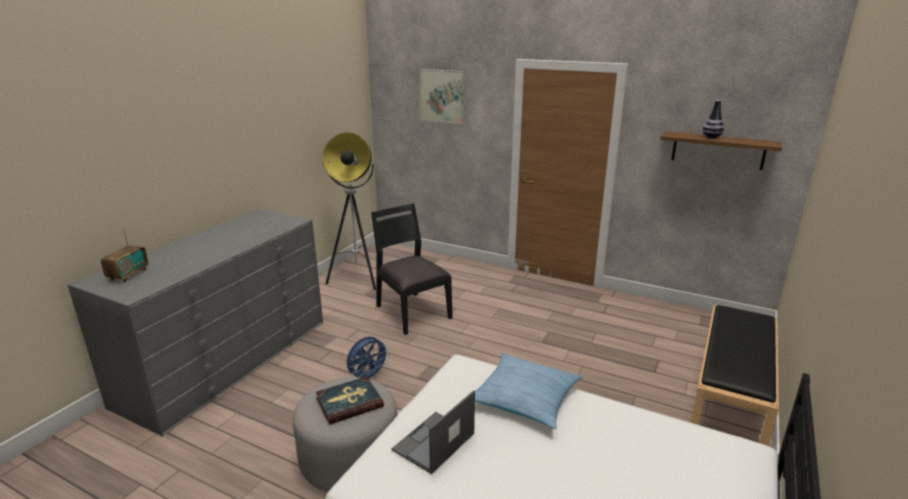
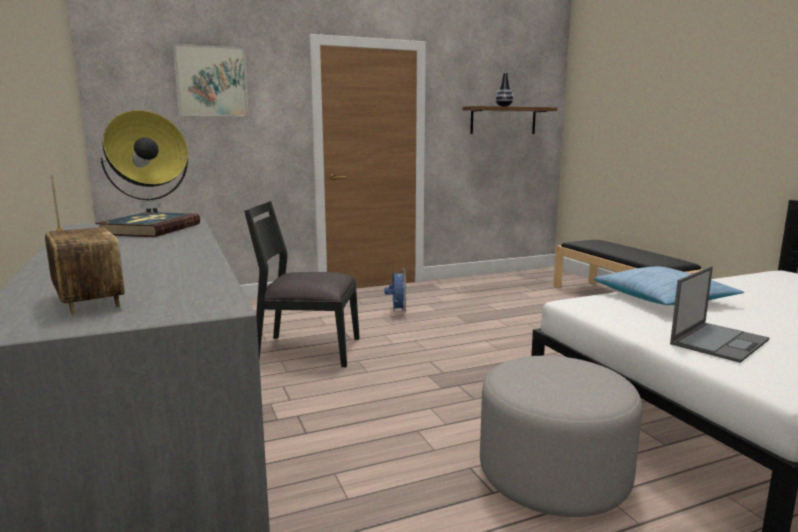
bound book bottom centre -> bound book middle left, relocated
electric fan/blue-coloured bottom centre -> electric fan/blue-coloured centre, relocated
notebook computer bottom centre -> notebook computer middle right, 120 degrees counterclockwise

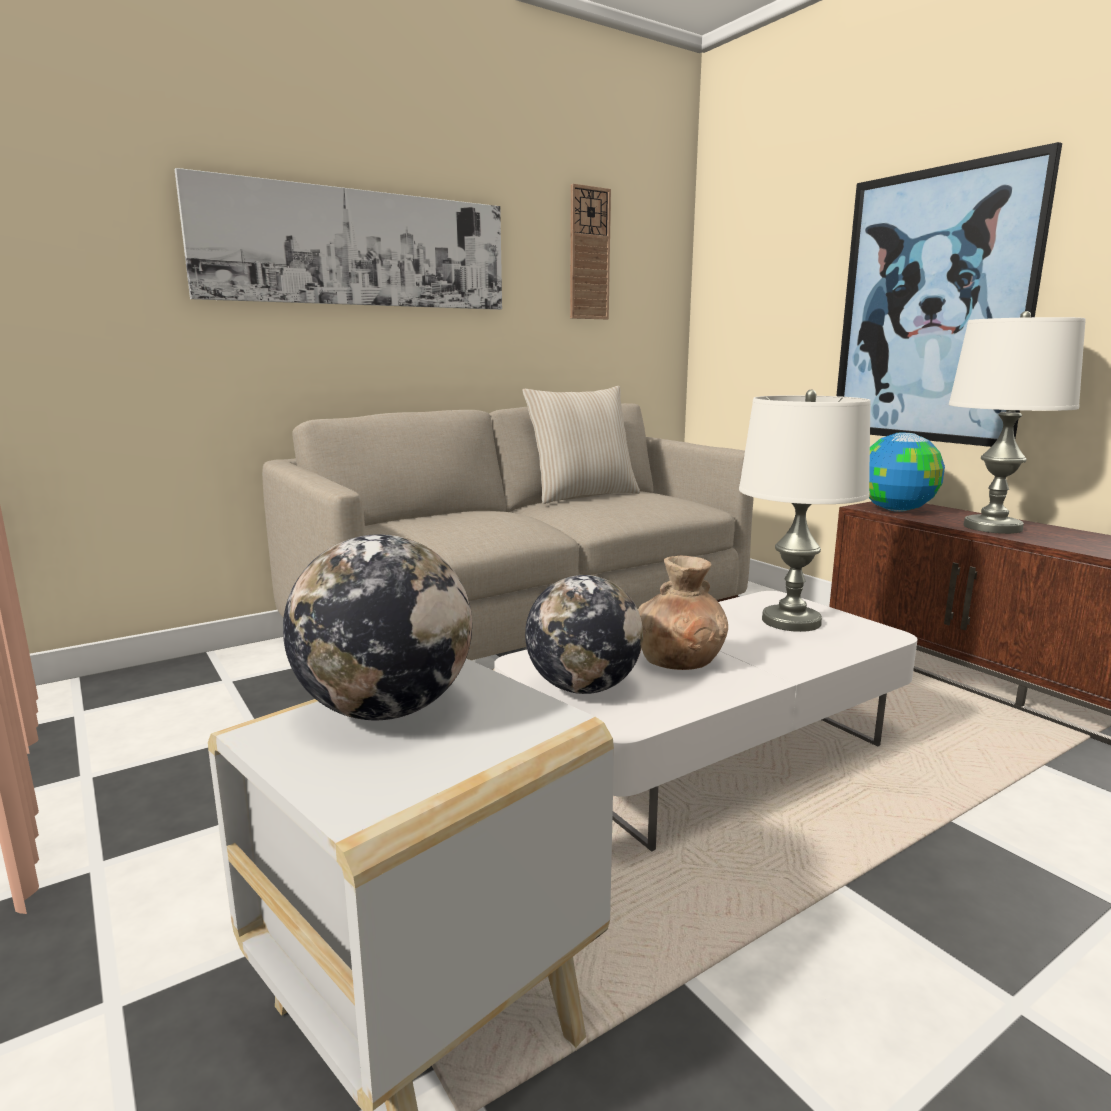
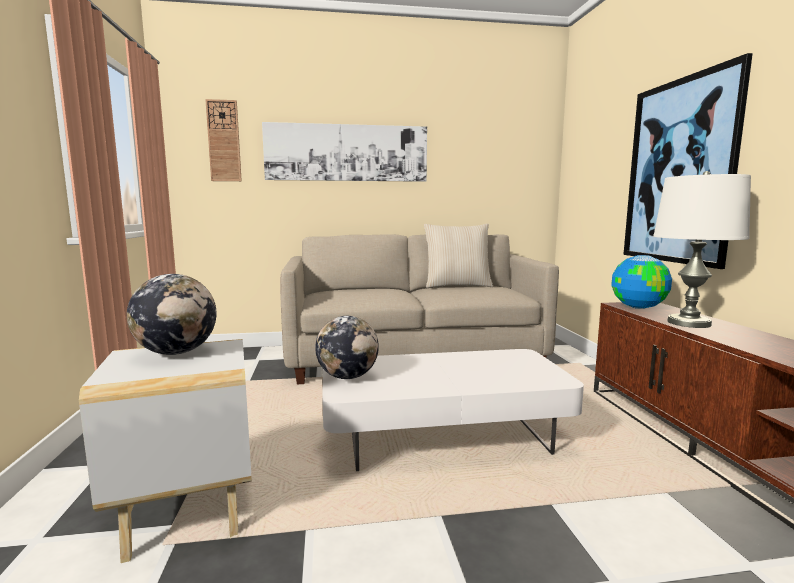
wall clock top centre -> wall clock top left, relocated
decorative vase/brown-coloured centre -> none
lamp for a table/whitish (no. 1 from left) middle right -> none

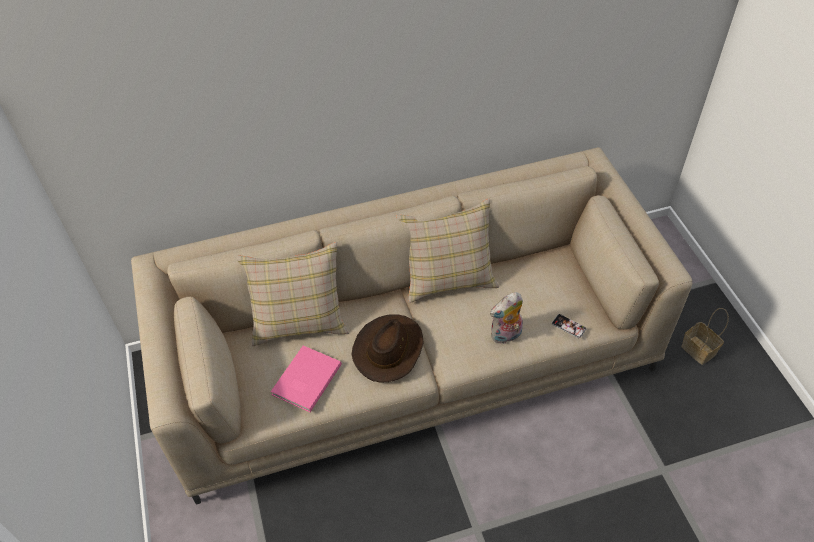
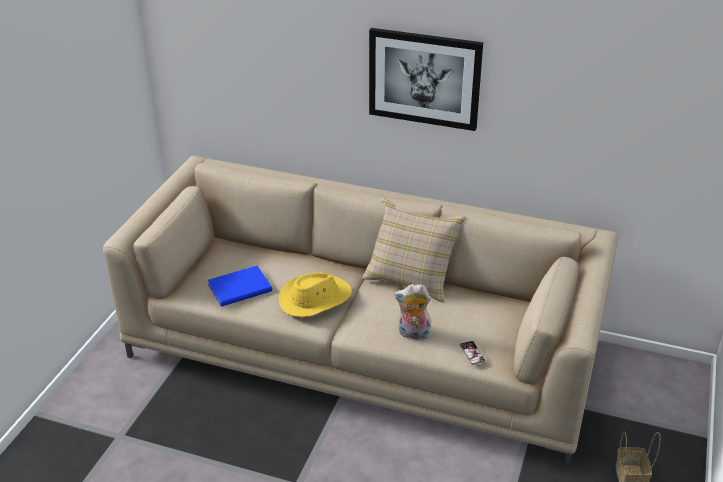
throw pillow/beige-coloured (no. 1 from left) centre -> none
bound book/pink-coloured bottom centre -> bound book/blue-coloured middle left
hat/brown-coloured centre -> hat/yellowish centre
none -> picture top centre

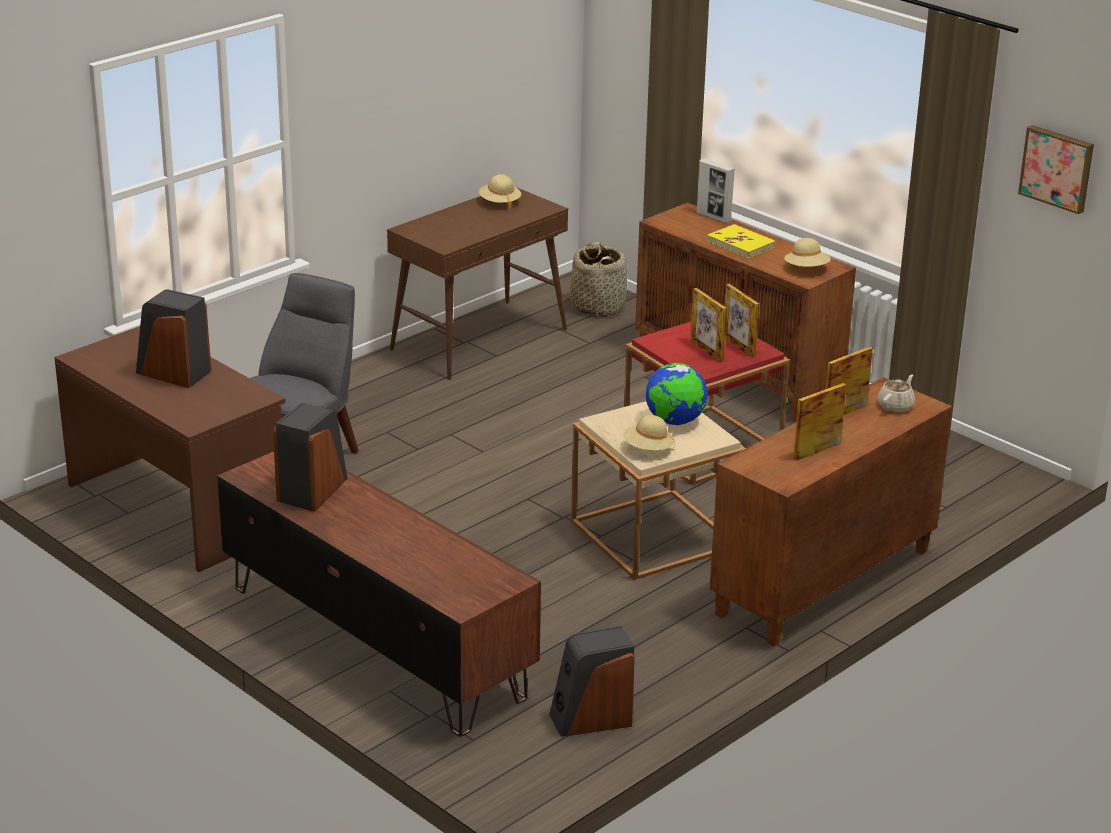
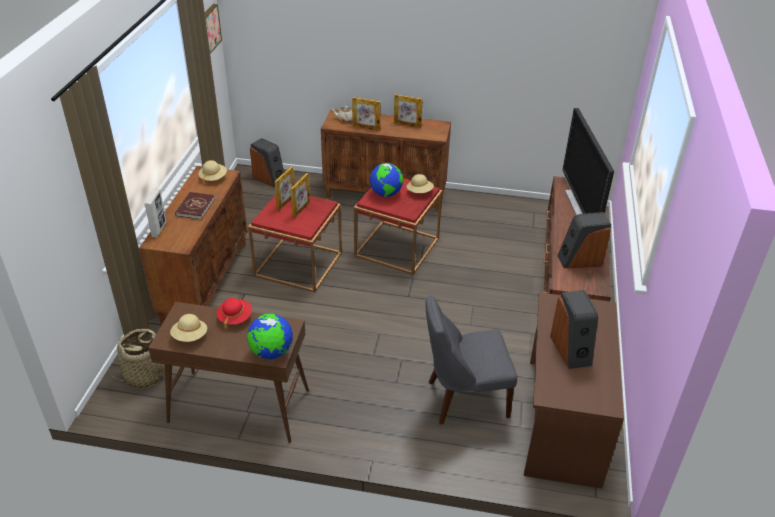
loudspeaker (no. 3 from left in the first image) bottom centre -> loudspeaker (no. 1 from left) top centre, relocated
end table/beige-coloured centre -> end table/red (no. 2 from left) centre
bound book/yellowish top right -> bound book/red middle left
none -> hat/red middle left
none -> world globe (no. 1 from left) centre
none -> television top right

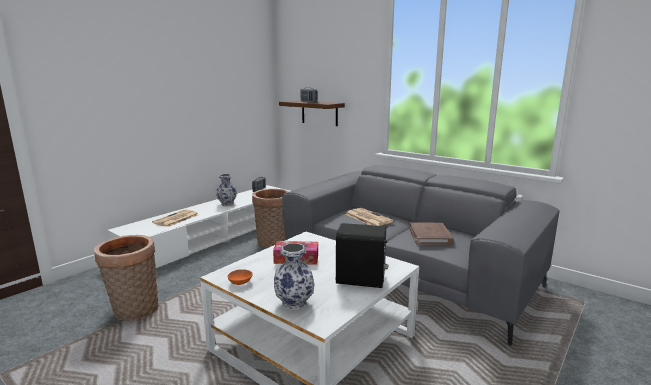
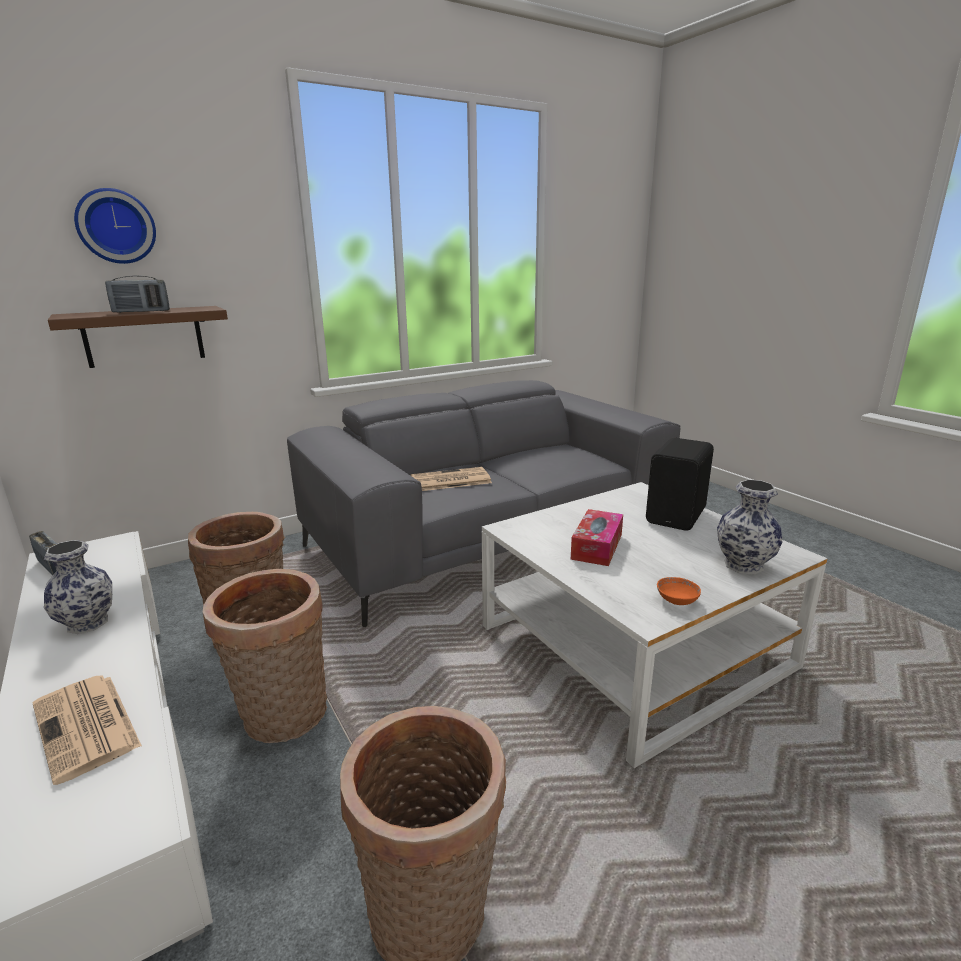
bound book/brown-coloured centre -> none
none -> wall clock top left
none -> household basket (no. 2 from left) bottom left

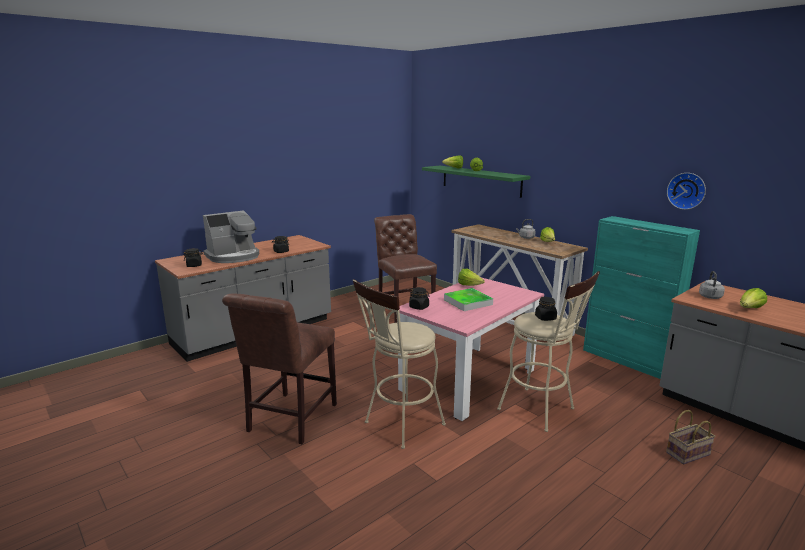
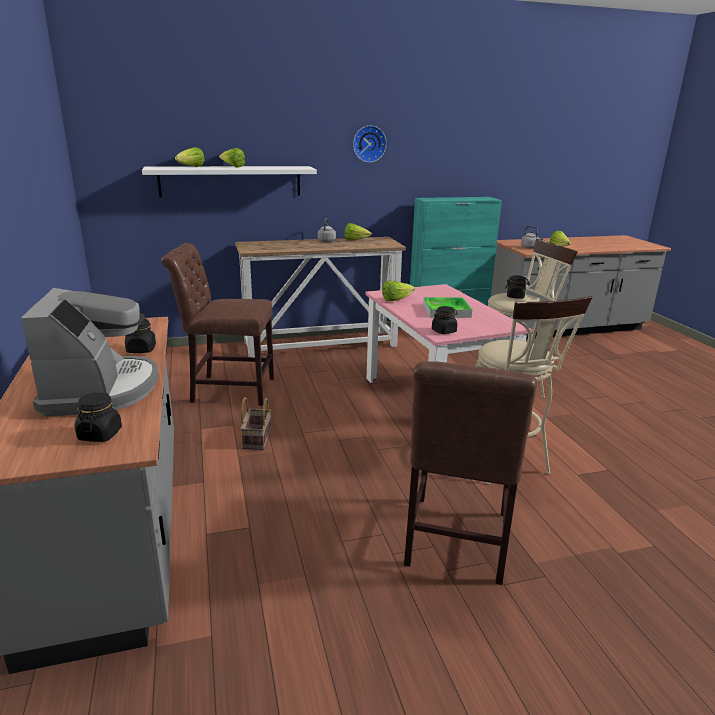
upright chair/brown-coloured (no. 1 from left in the first image) bottom centre -> upright chair/brown-coloured (no. 2 from left) centre, 60 degrees clockwise
wall shelf/green top centre -> wall shelf/whitish top left
household basket bottom right -> household basket centre, relocated
wall clock middle right -> wall clock top centre, relocated

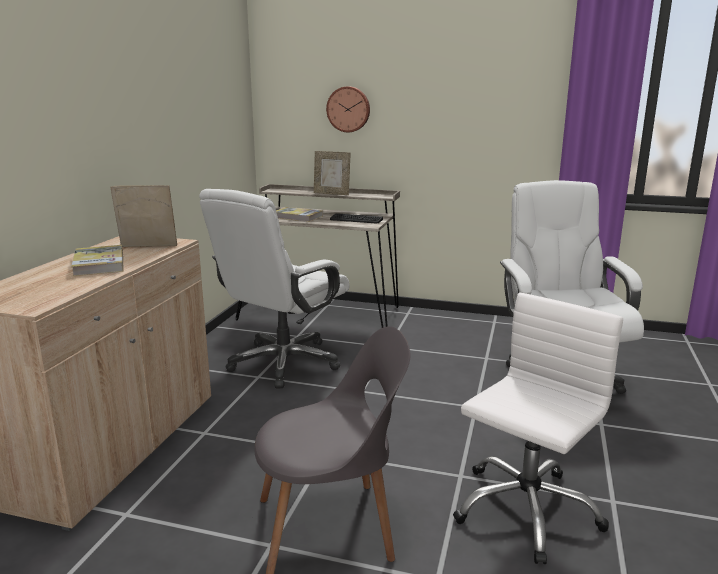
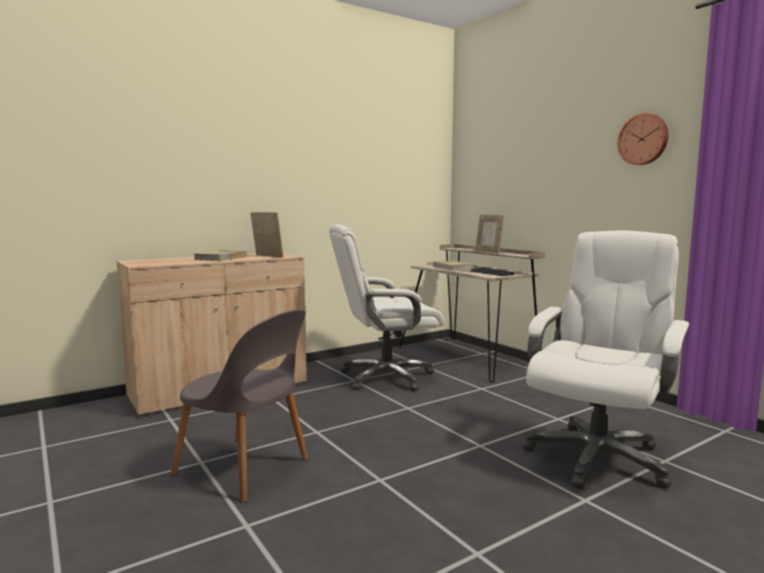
wall clock top centre -> wall clock top right, relocated
computer chair/whitish (no. 2 from left) bottom right -> none

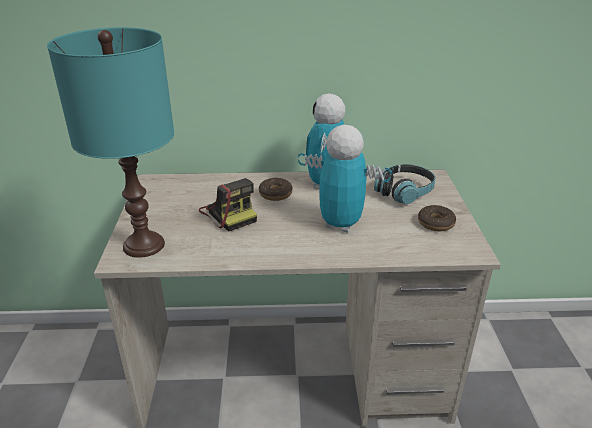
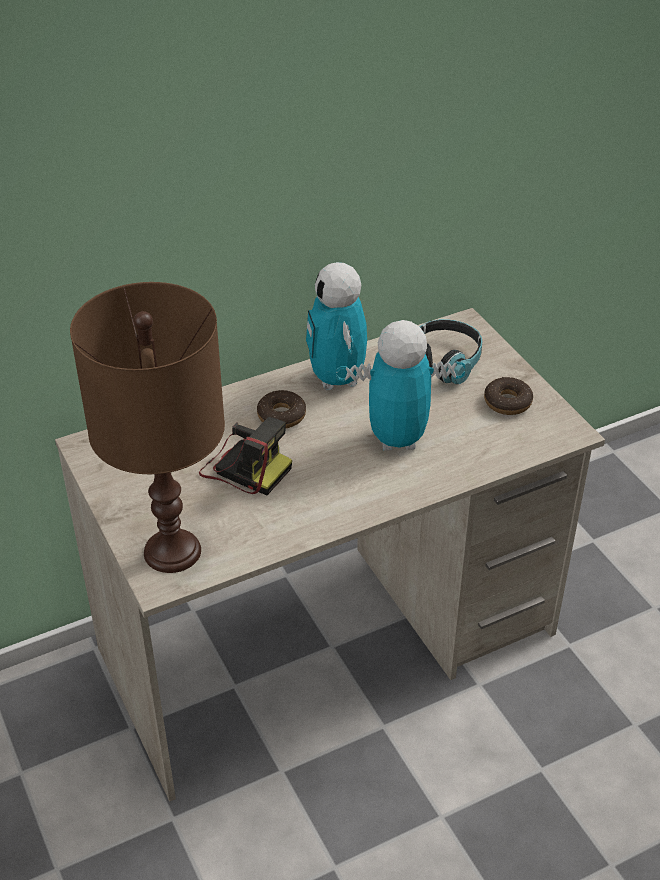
lamp for a table/turquoise-coloured top left -> lamp for a table/brown-coloured middle left

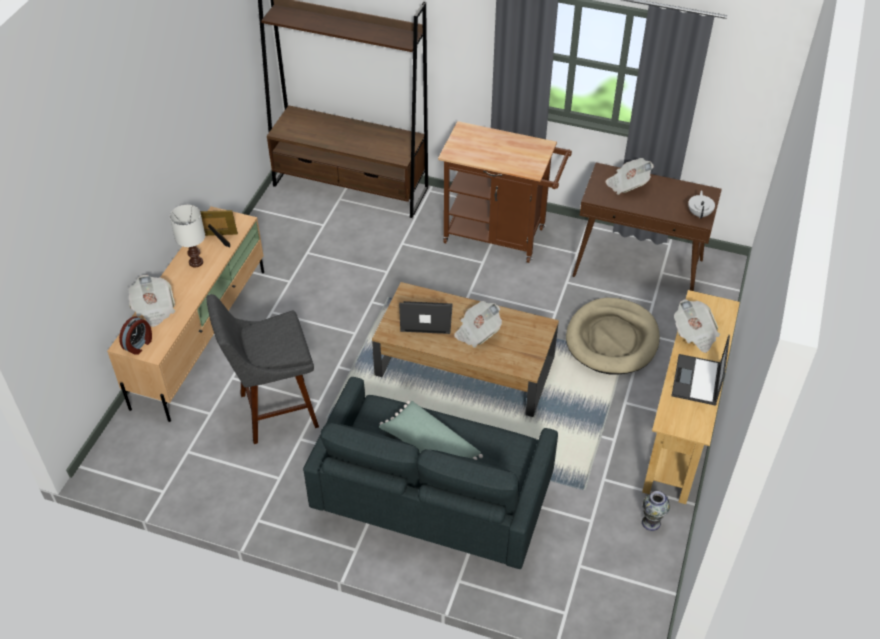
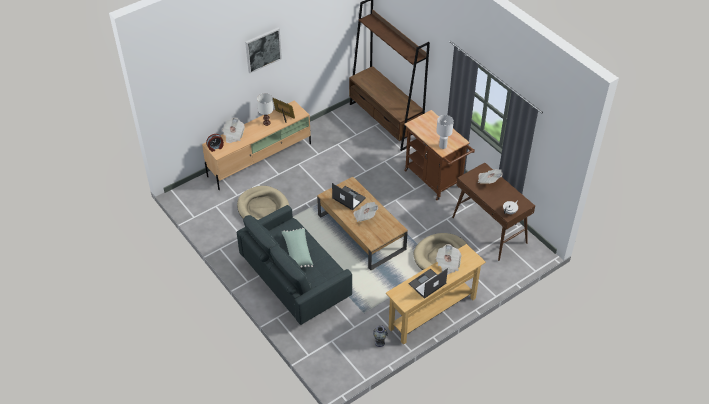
sitting stool/gray middle left -> dog bed/beige-coloured (no. 1 from left) centre
none -> picture top centre
none -> lamp for a table/whitish (no. 2 from left) top centre

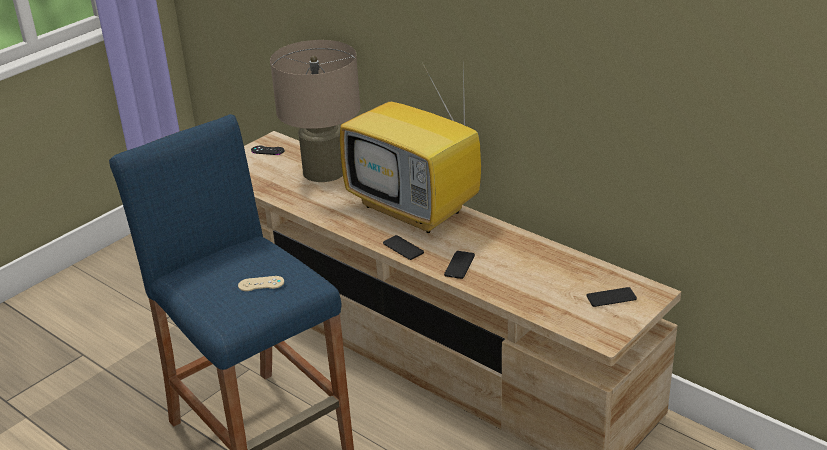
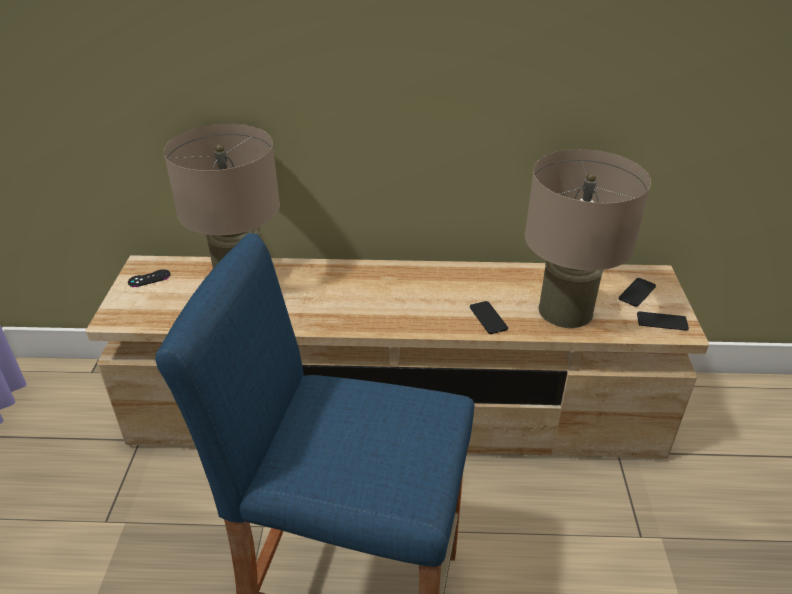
game controller/beige-coloured middle left -> none
television top centre -> none
handset (no. 1 from left in the first image) centre -> handset (no. 3 from left) middle right, relocated
none -> lamp for a table/beige-coloured (no. 2 from left) middle right

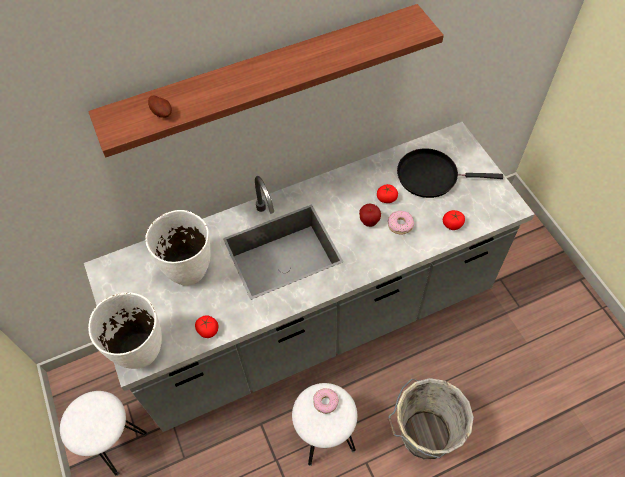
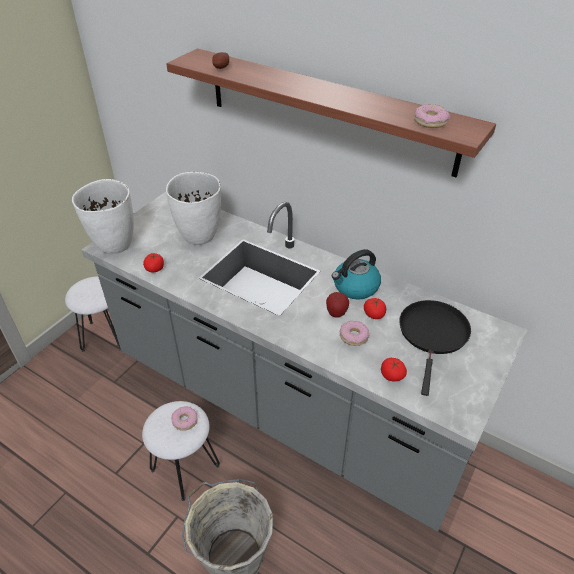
pan/black-coloured middle right, 45 degrees clockwise
none -> tea kettle centre
none -> doughnut (no. 3 from left) top right

